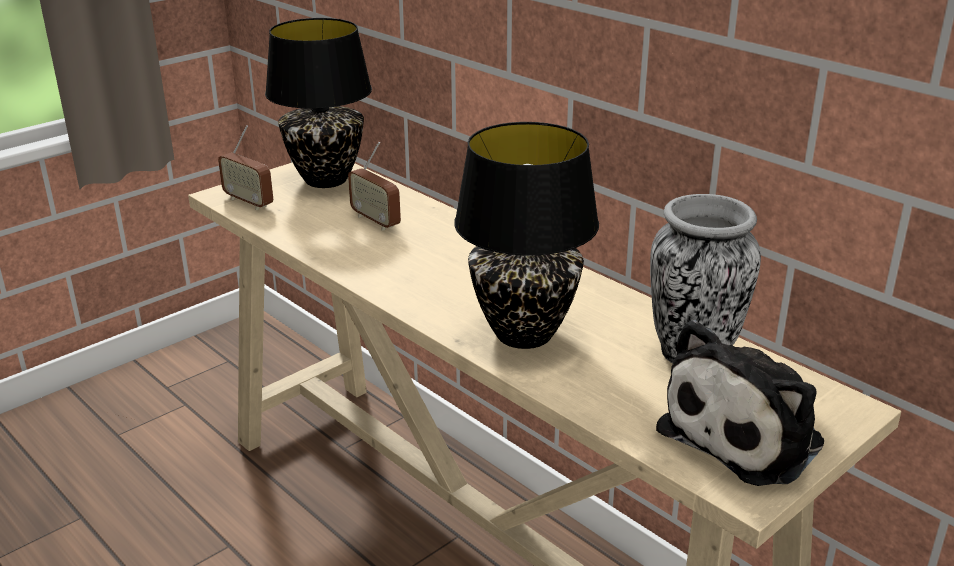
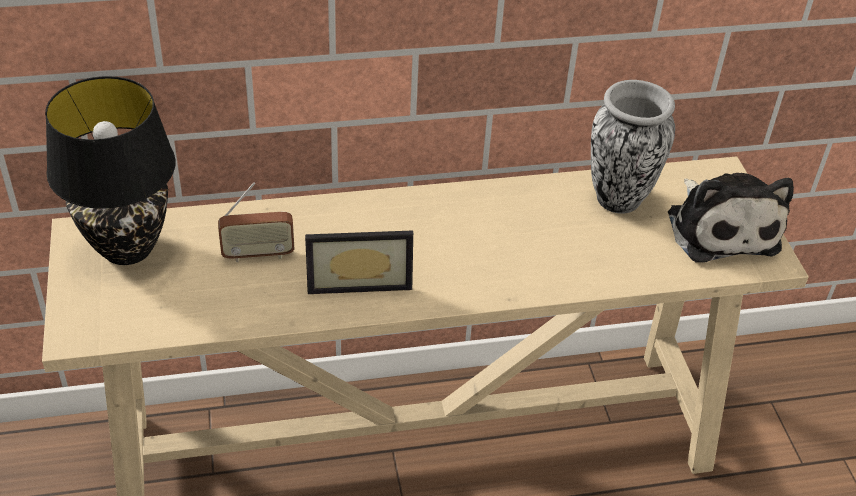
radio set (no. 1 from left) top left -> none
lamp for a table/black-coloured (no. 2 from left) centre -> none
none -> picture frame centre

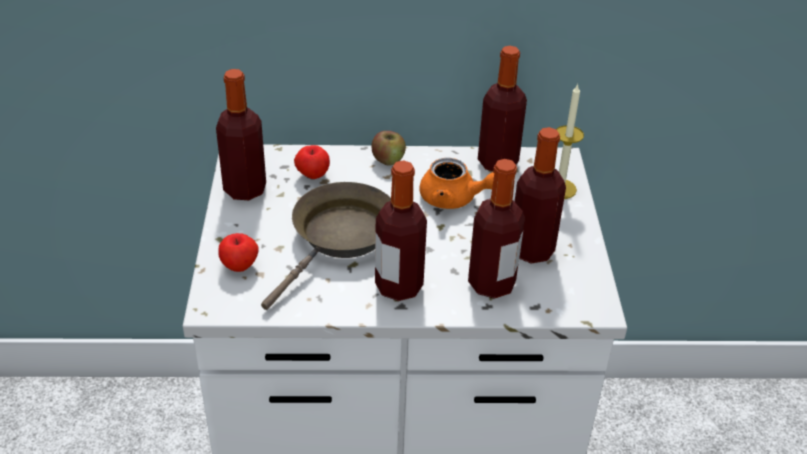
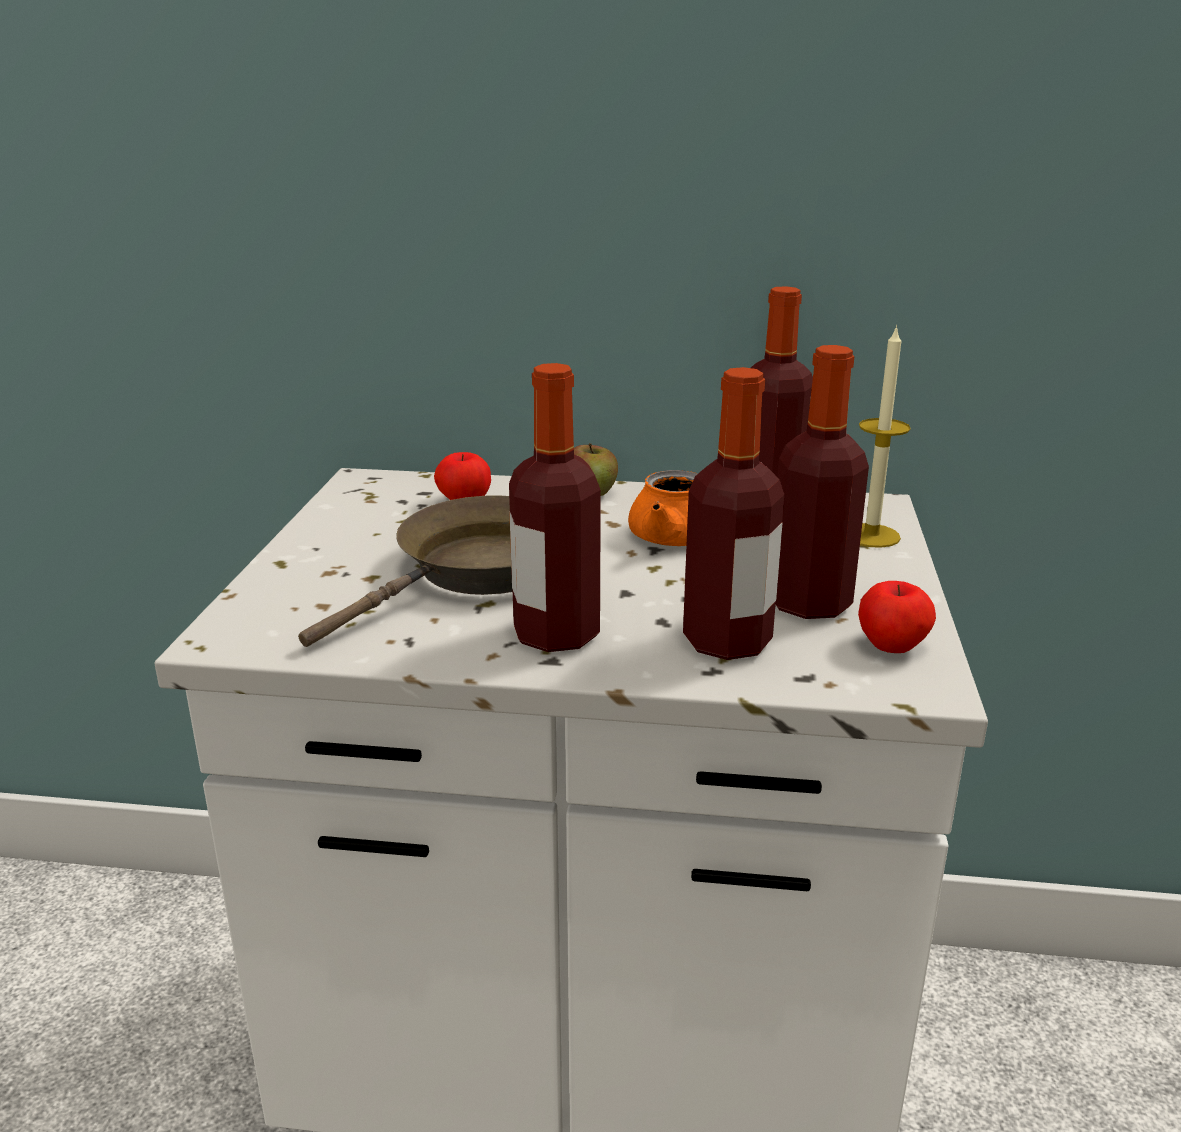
drink bottle (no. 1 from left) top left -> none
whole apple (no. 1 from left in the first image) middle left -> whole apple (no. 3 from left) middle right, relocated

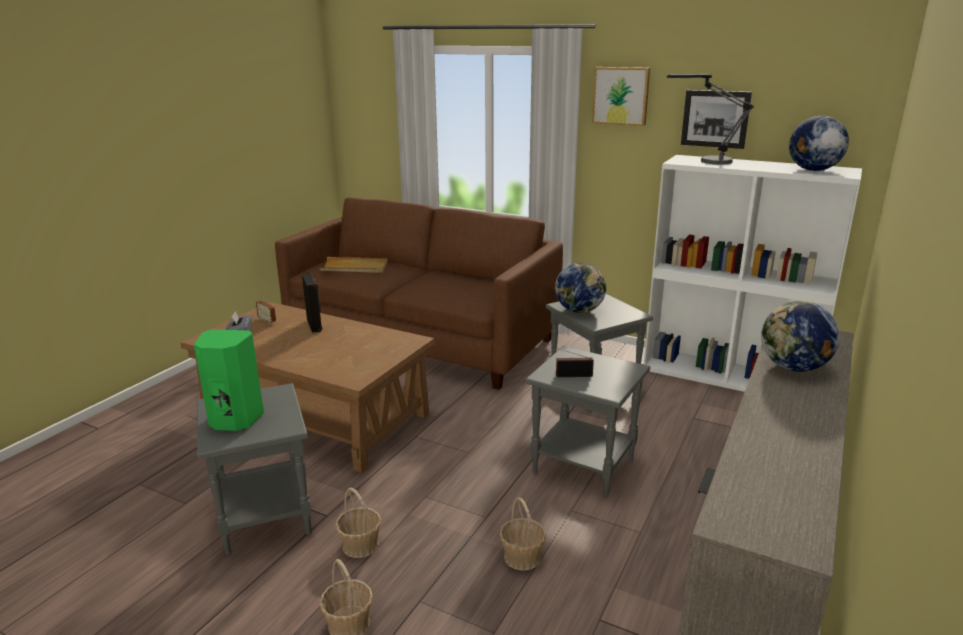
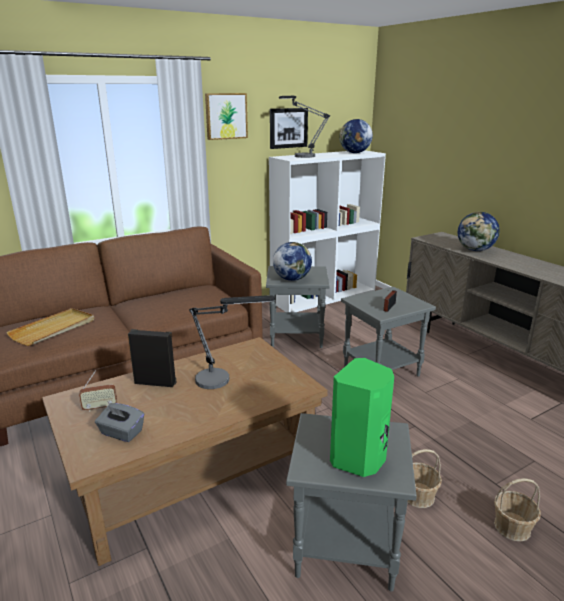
household basket (no. 3 from left) bottom centre -> none
none -> lamp for a table (no. 1 from left) centre

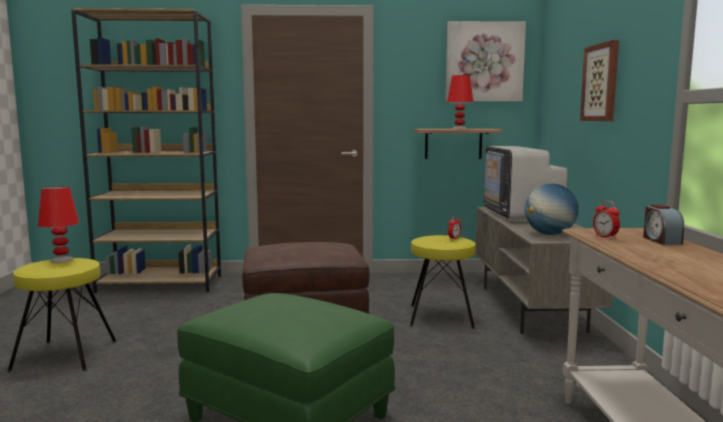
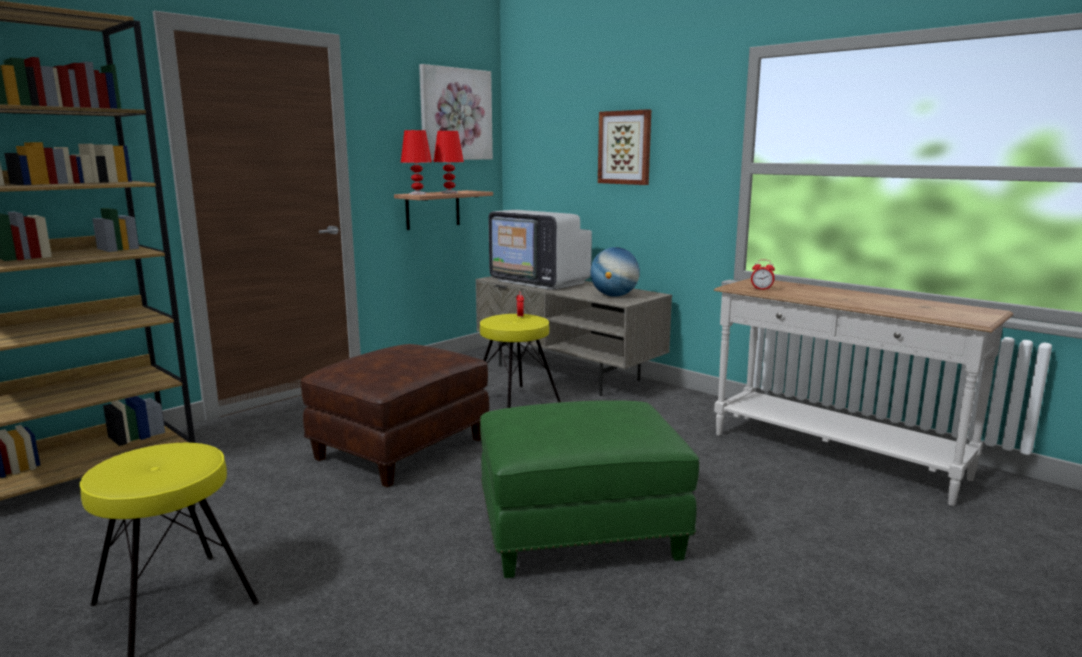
lamp for a table/red (no. 1 from left) middle left -> lamp for a table/red (no. 1 from left) top centre, relocated
alarm clock (no. 3 from left) middle right -> none

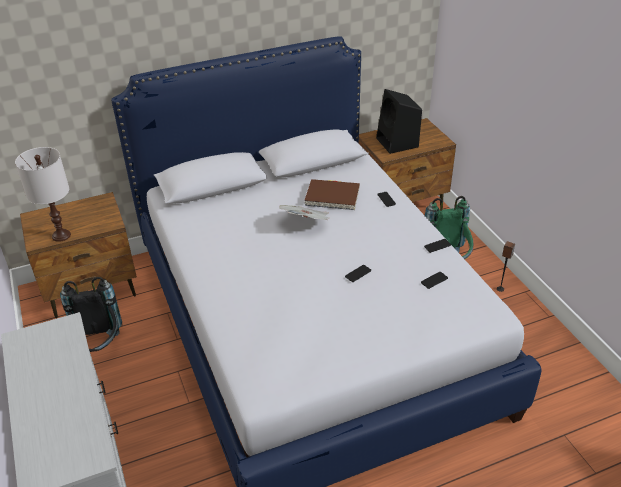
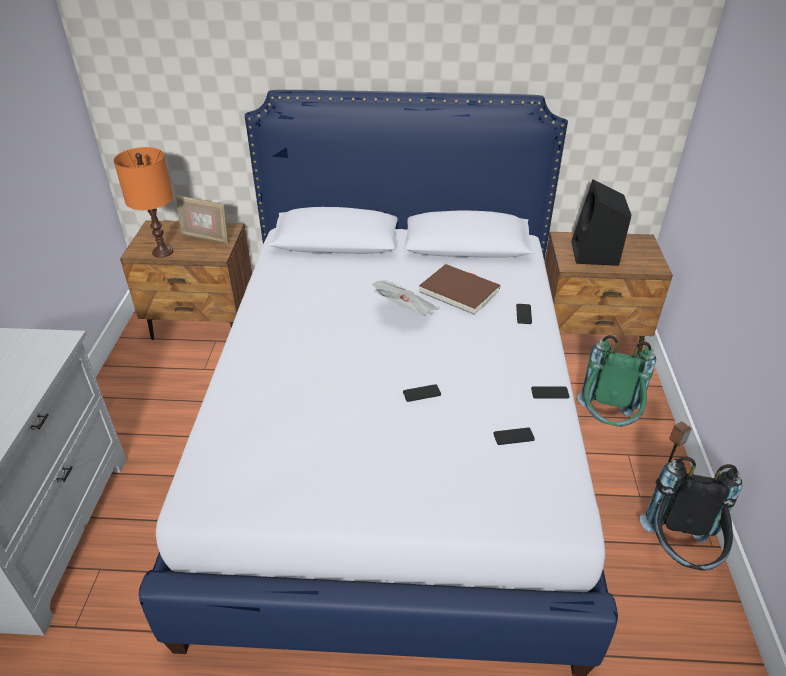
lamp for a table/whitish middle left -> lamp for a table/orangey top left
rucksack/black-coloured middle left -> rucksack/black-coloured bottom right, relocated
none -> picture frame top left

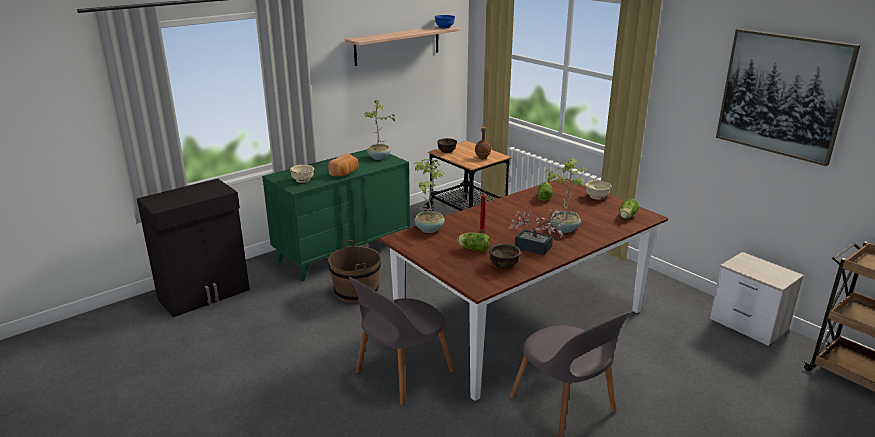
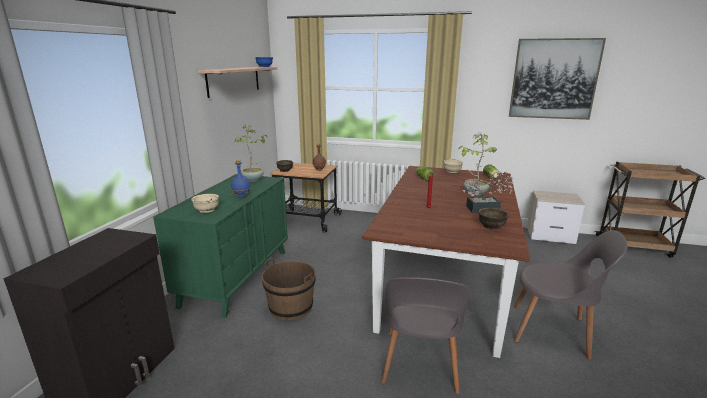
baked bread centre -> drink bottle/blue-coloured centre
potted plant (no. 2 from left) centre -> none
head of lettuce (no. 1 from left) centre -> none

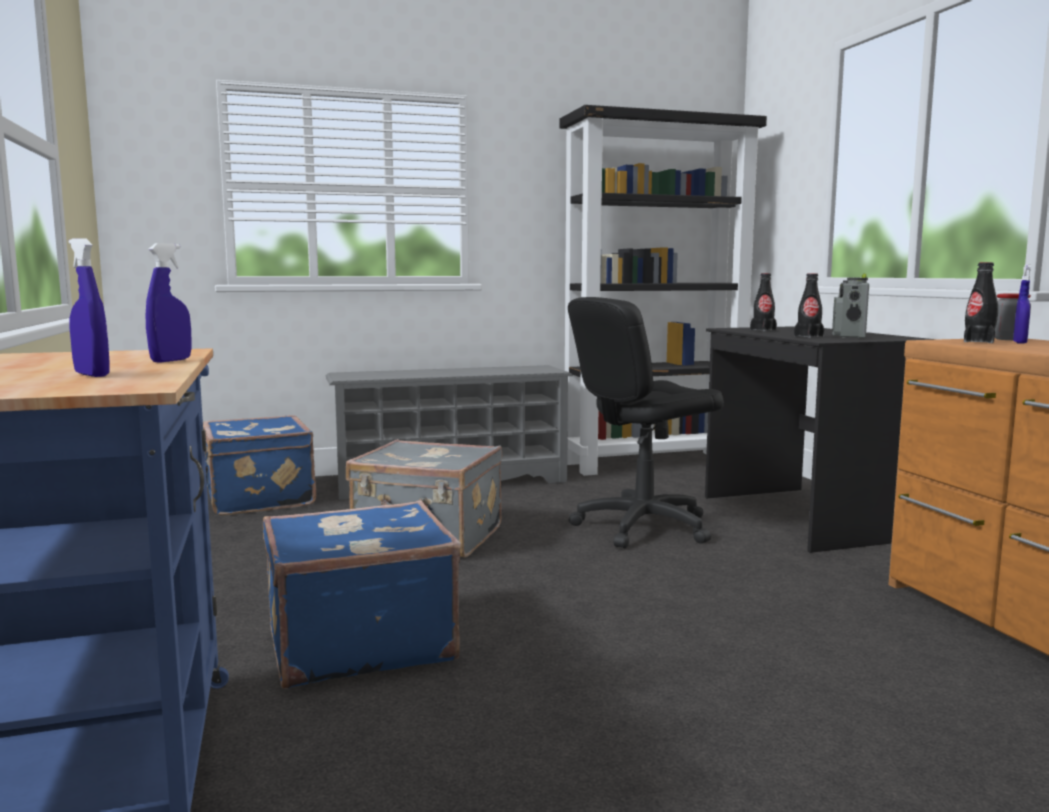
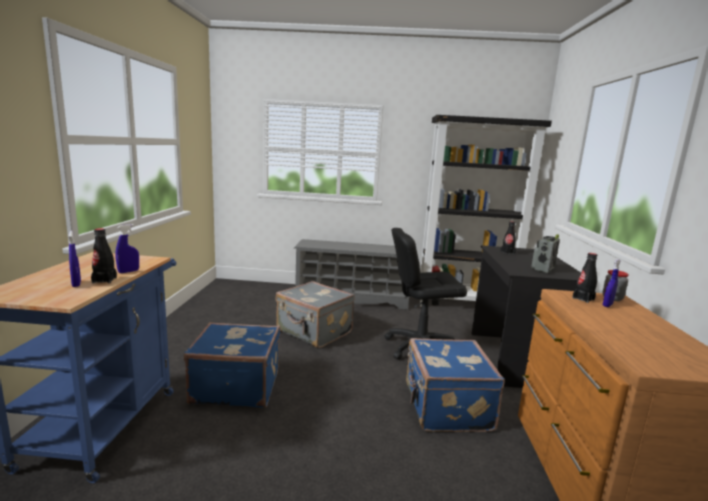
suitcase/blue-coloured (no. 1 from left in the first image) middle left -> suitcase/blue-coloured (no. 2 from left) bottom centre, relocated
drink bottle/black-coloured (no. 2 from left in the first image) middle right -> drink bottle/black-coloured (no. 1 from left) middle left, relocated

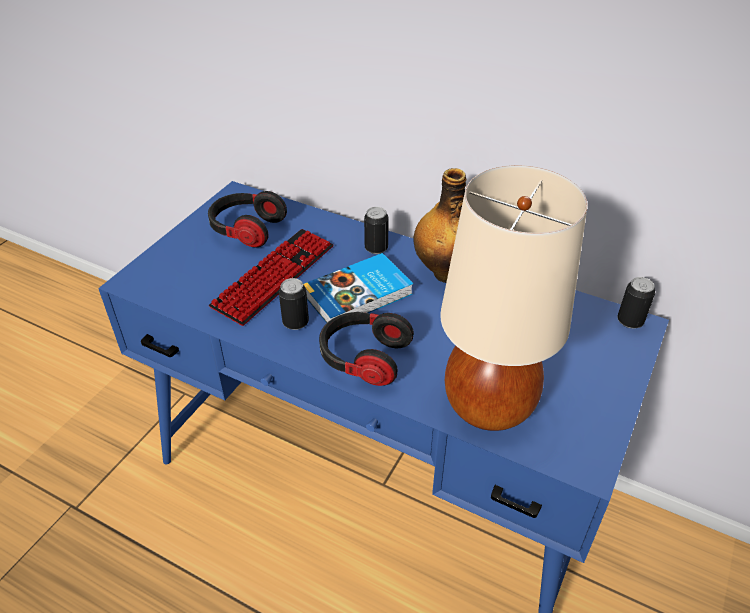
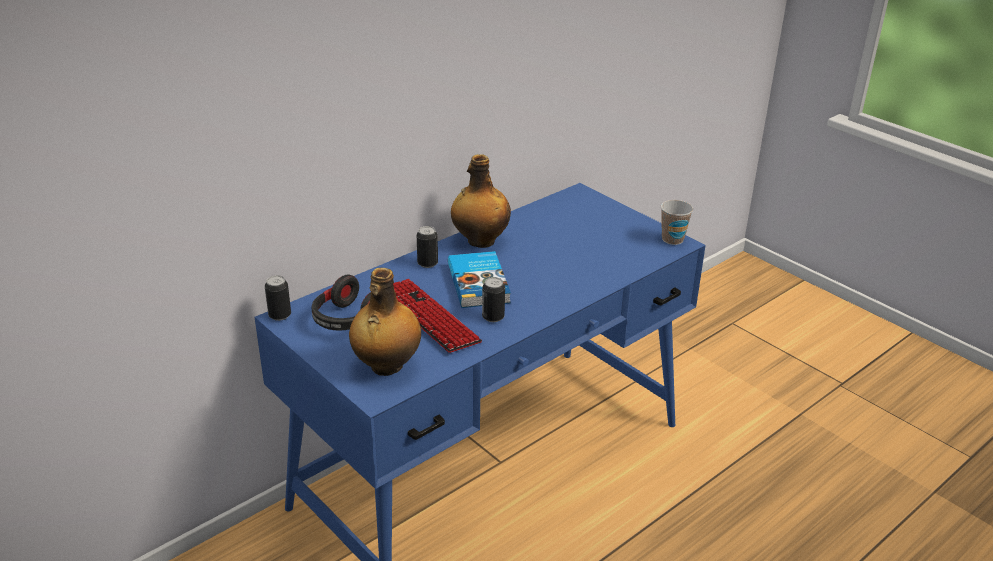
headphones (no. 2 from left) centre -> none
lamp for a table/beige-coloured middle right -> none
can (no. 3 from left in the first image) middle right -> can (no. 1 from left) middle left, relocated
none -> drink bottle (no. 1 from left) centre
none -> cup middle right

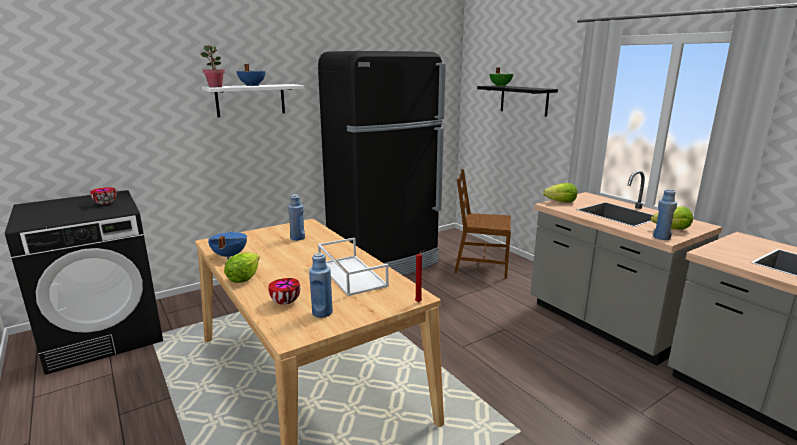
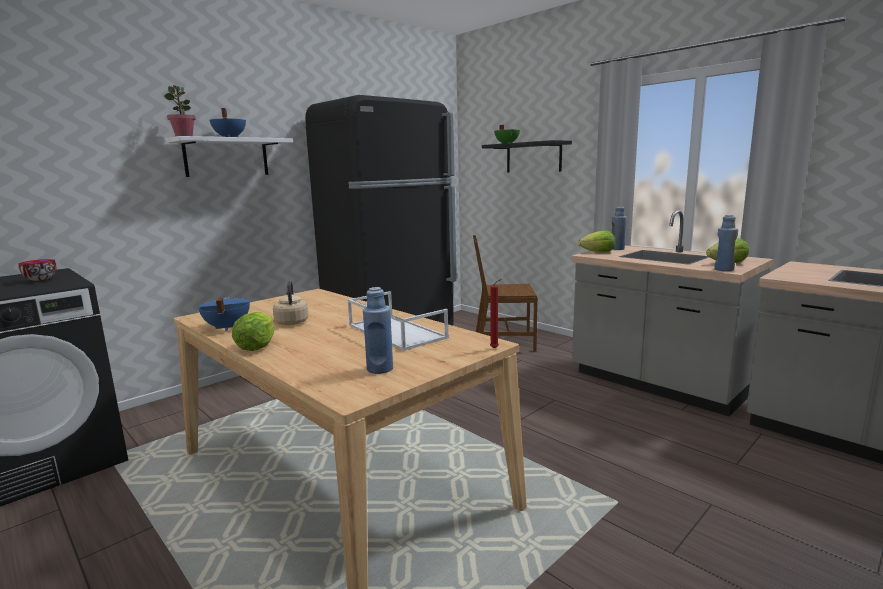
bowl (no. 2 from left) centre -> none
drink bottle/blue-coloured (no. 1 from left in the first image) centre -> drink bottle/blue-coloured (no. 2 from left) middle right, relocated
none -> tea kettle/beige-coloured middle left

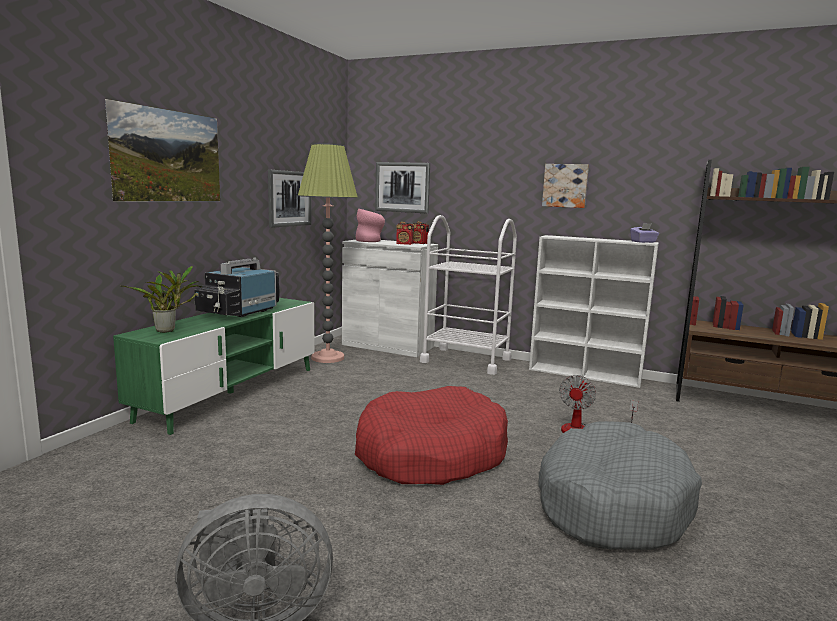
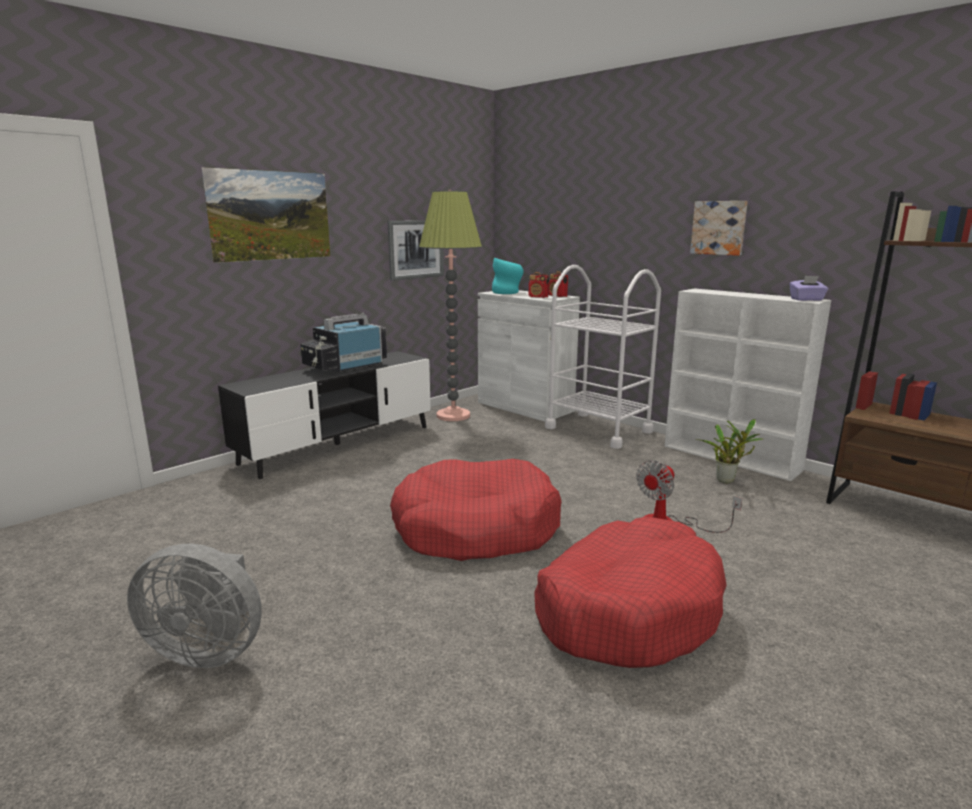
media console/green middle left -> media console/black-coloured centre
potted plant middle left -> potted plant middle right, relocated
decorative vase/pink-coloured centre -> decorative vase/turquoise-coloured centre
picture (no. 3 from left) top centre -> none
dog bed/gray bottom right -> dog bed/red (no. 2 from left) bottom centre

